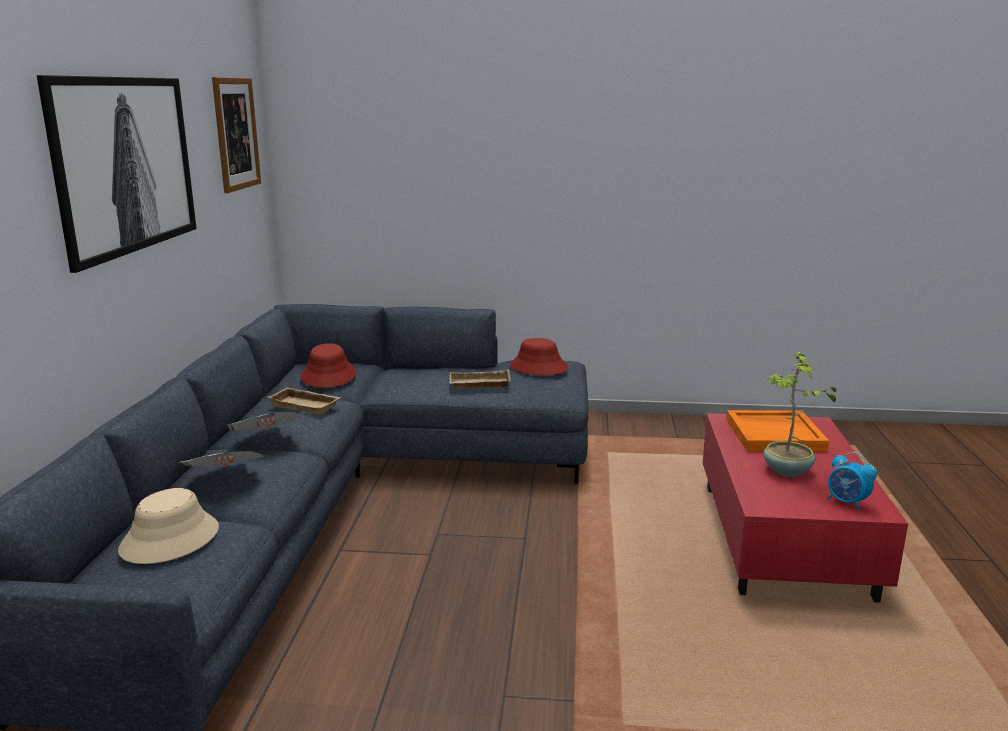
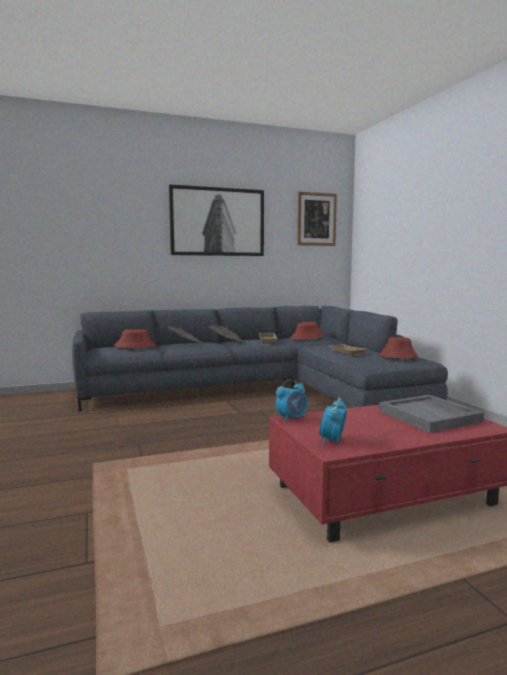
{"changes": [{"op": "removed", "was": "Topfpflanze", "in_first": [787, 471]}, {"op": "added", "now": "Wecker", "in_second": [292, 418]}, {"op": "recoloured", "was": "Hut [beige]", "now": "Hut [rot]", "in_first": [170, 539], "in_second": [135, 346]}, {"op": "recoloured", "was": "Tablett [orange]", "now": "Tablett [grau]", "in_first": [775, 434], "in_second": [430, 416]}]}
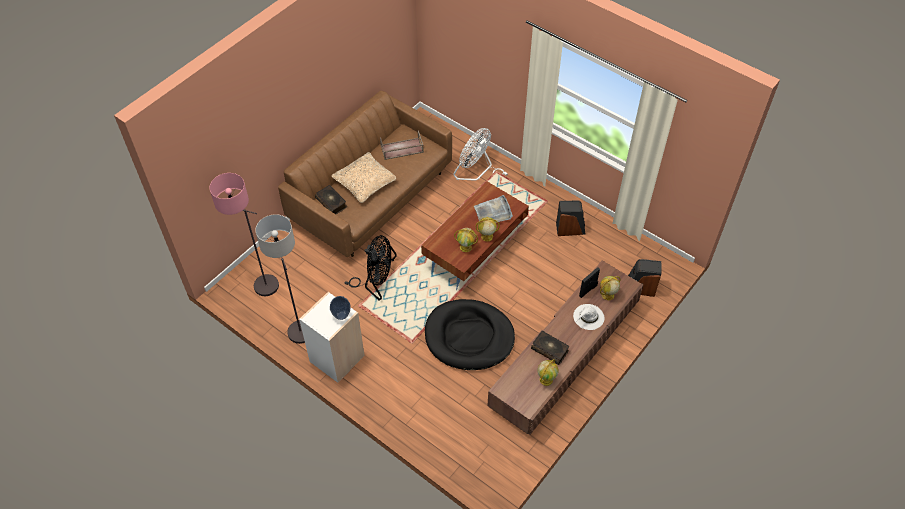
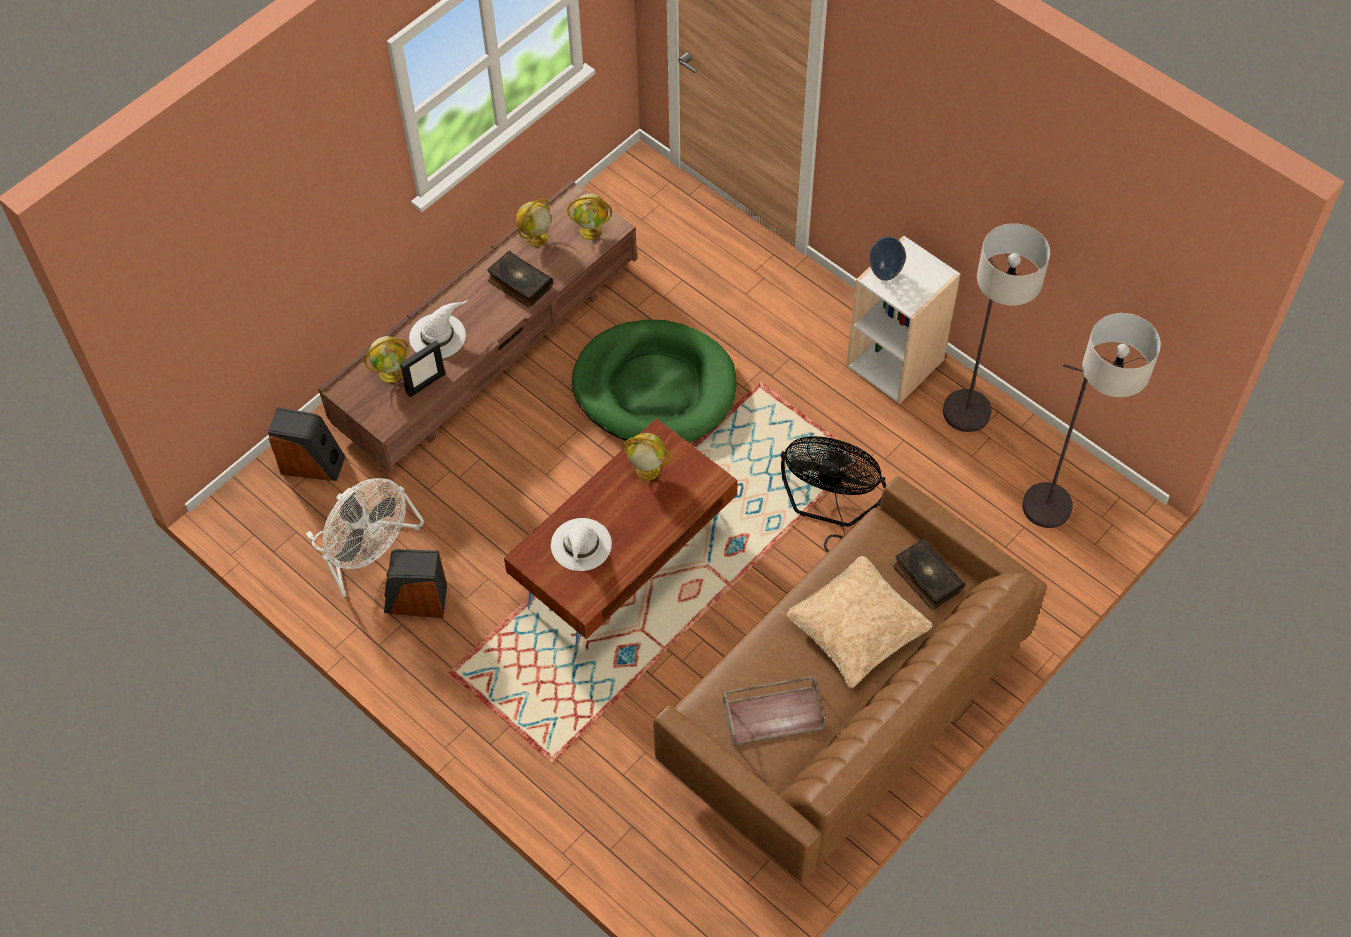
{"changes": [{"op": "moved", "was": "Ventilator [weiß]", "in_first": [479, 169], "in_second": [363, 552]}, {"op": "moved", "was": "Globus", "in_first": [486, 236], "in_second": [591, 231]}, {"op": "replaced", "was": "Tablett [grau]", "now": "Hut [weiß]", "in_first": [493, 212], "in_second": [581, 545]}, {"op": "recoloured", "was": "Stehlampe [rosa]", "now": "Stehlampe [grau]", "in_first": [259, 284], "in_second": [1061, 511]}, {"op": "recoloured", "was": "Hundebett [schwarz]", "now": "Hundebett [grün]", "in_first": [469, 337], "in_second": [654, 388]}, {"op": "turned", "was": "Ventilator [schwarz]", "in_first": [375, 279], "in_second": [830, 509], "clockwise": 90}]}
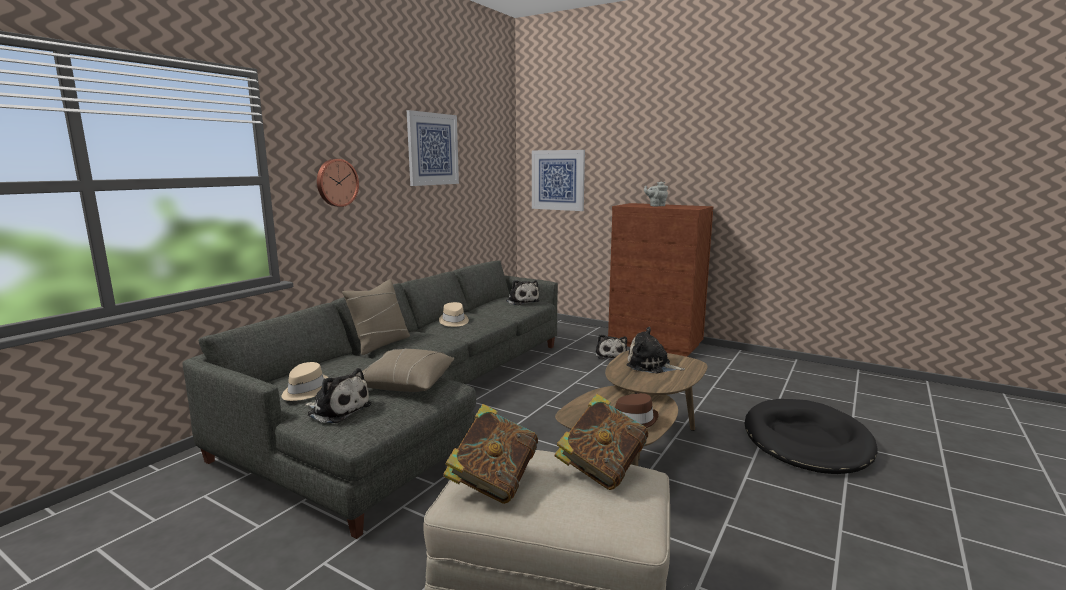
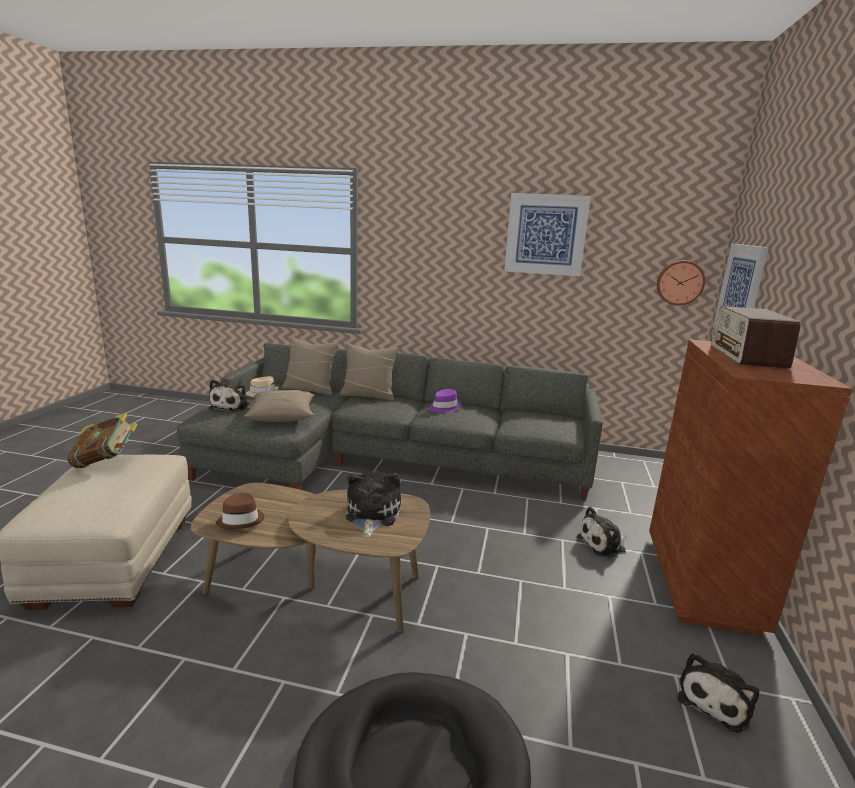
{"changes": [{"op": "removed", "was": "Buch", "in_first": [601, 470]}, {"op": "added", "now": "Kissen [beige]", "in_second": [310, 389]}, {"op": "moved", "was": "Wanduhr", "in_first": [336, 182], "in_second": [679, 282]}, {"op": "moved", "was": "Plüschtier", "in_first": [522, 301], "in_second": [715, 700]}, {"op": "replaced", "was": "Teekanne [grau]", "now": "Radio", "in_first": [656, 206], "in_second": [747, 356]}, {"op": "recoloured", "was": "Hut [beige]", "now": "Hut [lila]", "in_first": [453, 321], "in_second": [444, 407]}]}
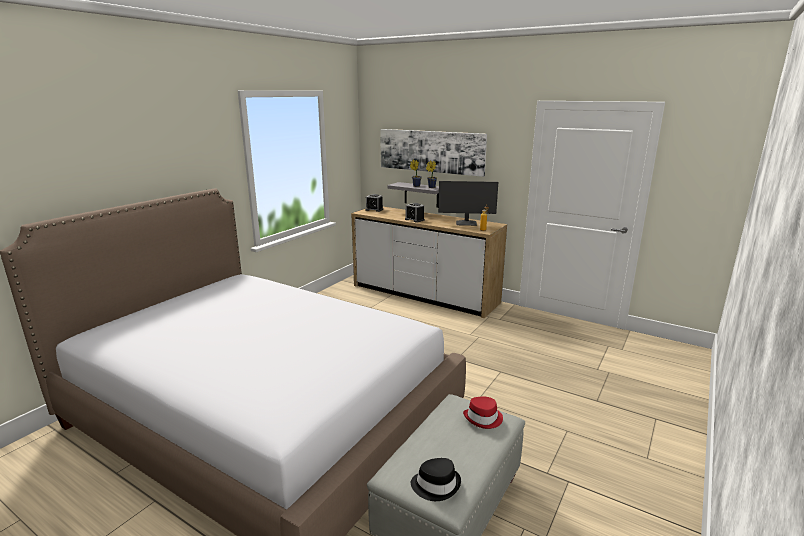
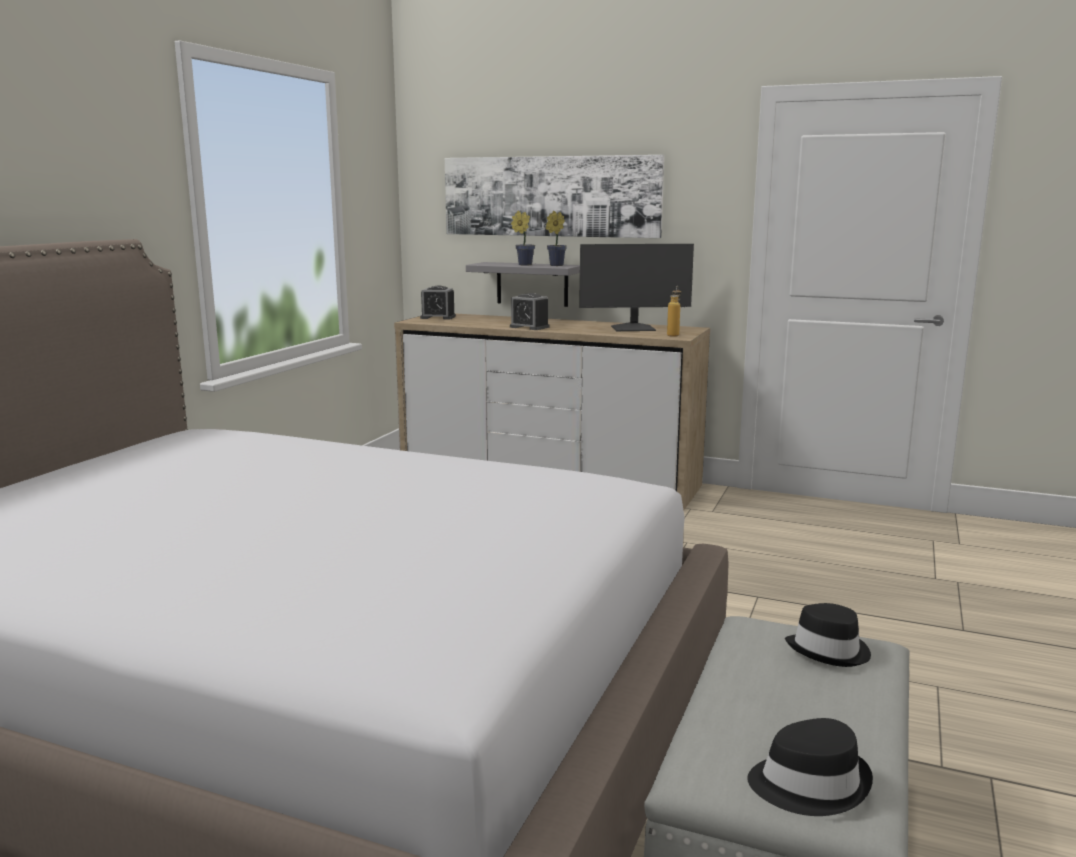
{"changes": [{"op": "recoloured", "was": "Hut [rot]", "now": "Hut [schwarz]", "in_first": [483, 418], "in_second": [829, 650]}]}
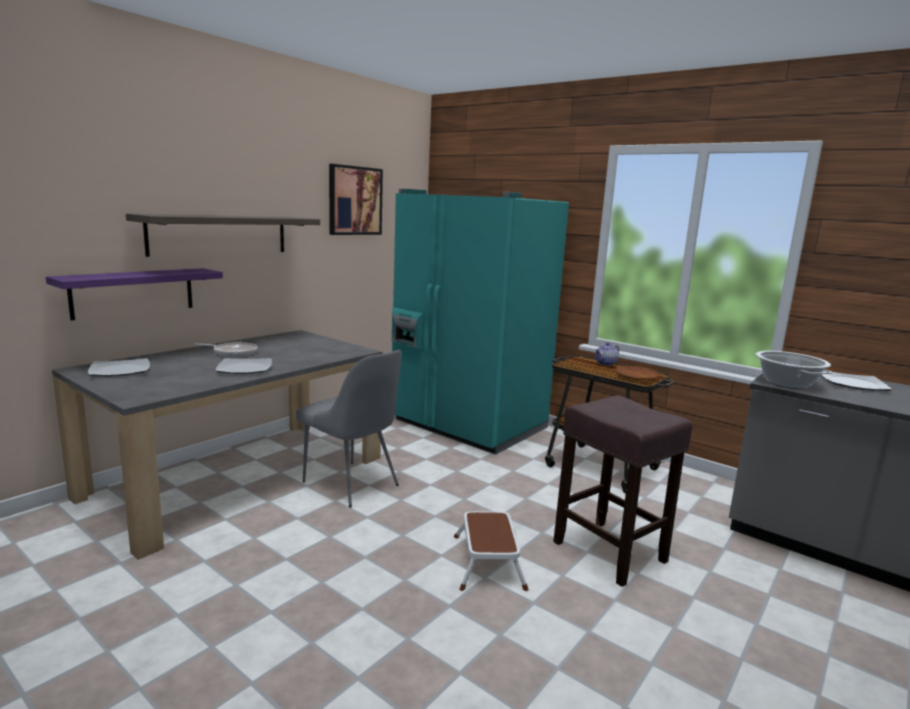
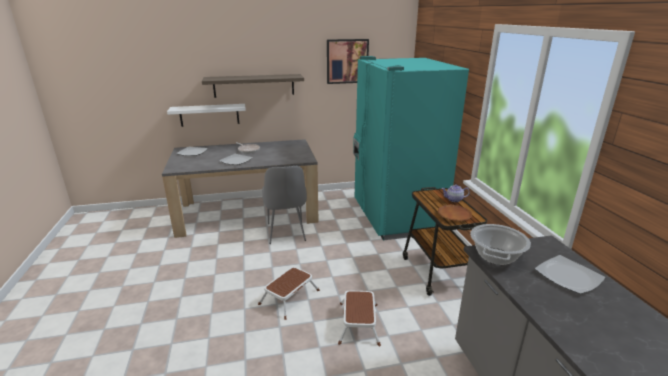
{"changes": [{"op": "replaced", "was": "Hocker [braun]", "now": "Trittleiter [braun]", "in_first": [611, 552], "in_second": [358, 323]}, {"op": "recoloured", "was": "Wandregal [lila]", "now": "Wandregal [weiß]", "in_first": [133, 292], "in_second": [209, 115]}]}
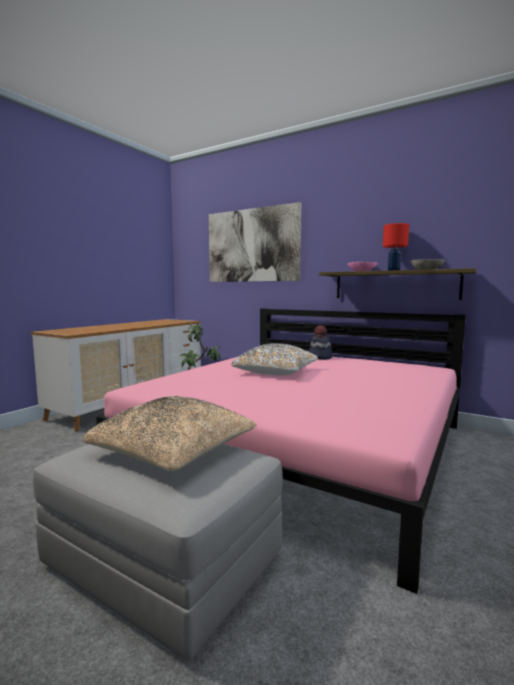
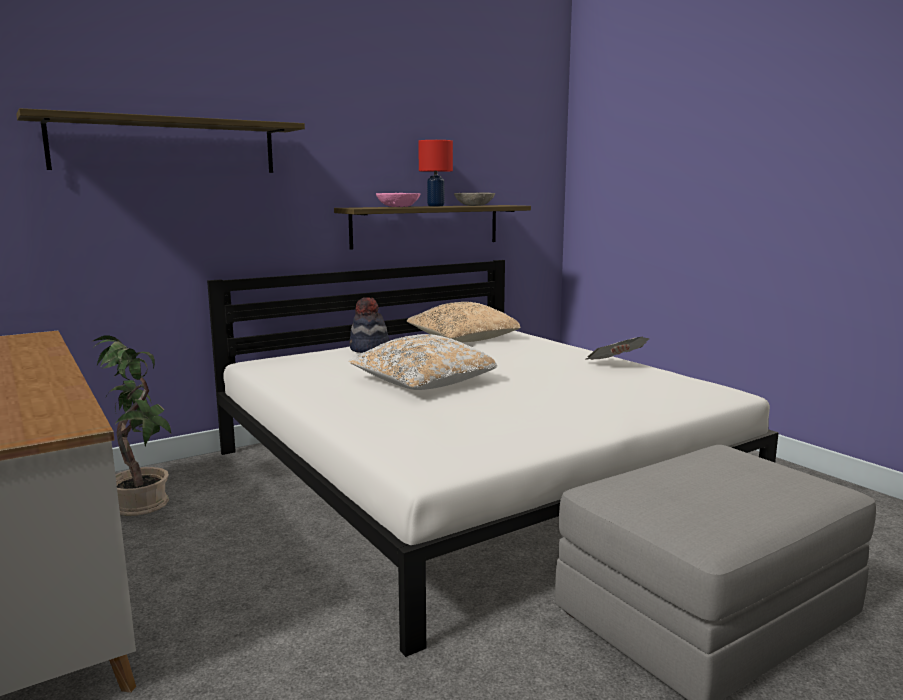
{"changes": [{"op": "added", "now": "Zeitung", "in_second": [615, 365]}, {"op": "moved", "was": "Kissen [beige]", "in_first": [173, 449], "in_second": [464, 337]}, {"op": "replaced", "was": "Bild", "now": "Wandregal", "in_first": [252, 245], "in_second": [166, 146]}, {"op": "recoloured", "was": "Bett [rosa]", "now": "Bett [weiß]", "in_first": [302, 445], "in_second": [471, 476]}]}
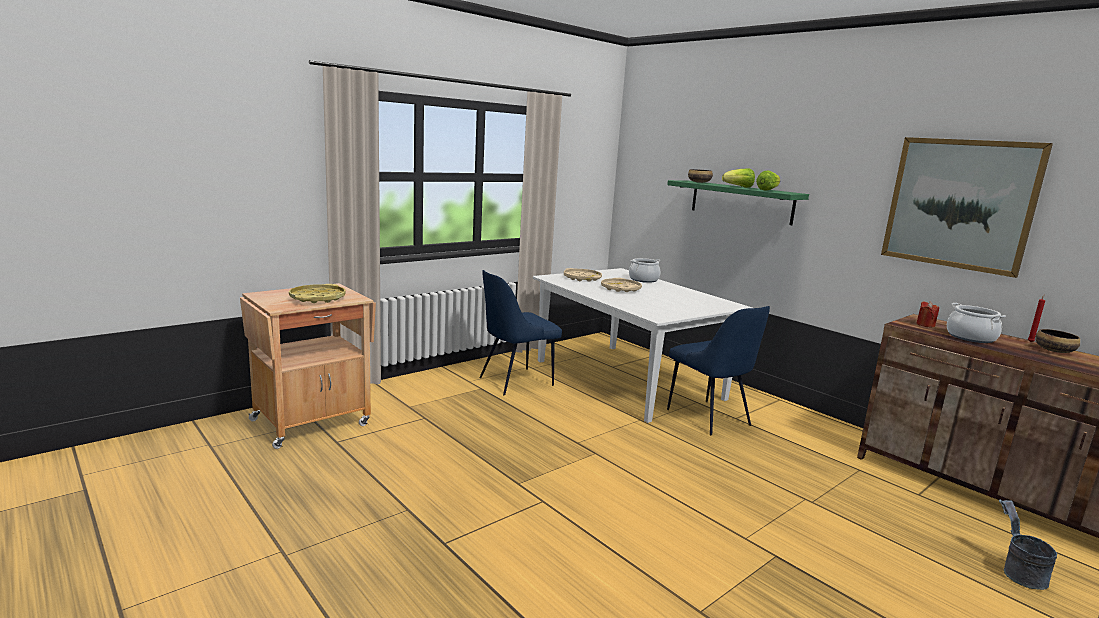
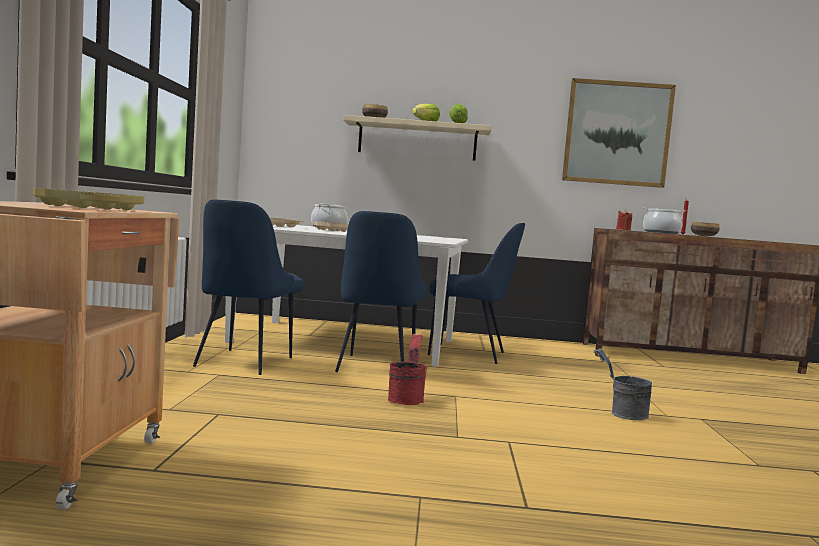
{"changes": [{"op": "added", "now": "Stuhl [blau]", "in_second": [376, 366]}, {"op": "added", "now": "Eimer [rot]", "in_second": [406, 399]}, {"op": "moved", "was": "Eimer [grau]", "in_first": [1018, 573], "in_second": [622, 414]}, {"op": "recoloured", "was": "Wandregal [grün]", "now": "Wandregal [beige]", "in_first": [741, 202], "in_second": [417, 140]}]}
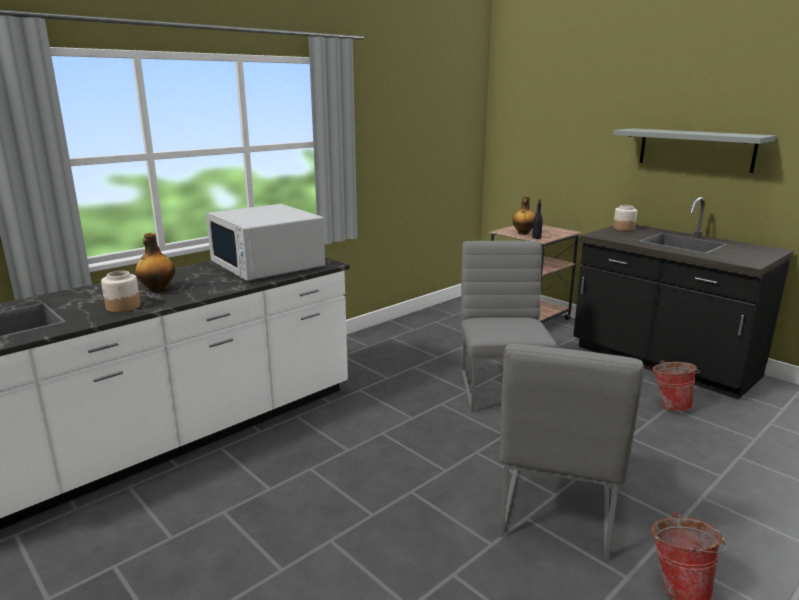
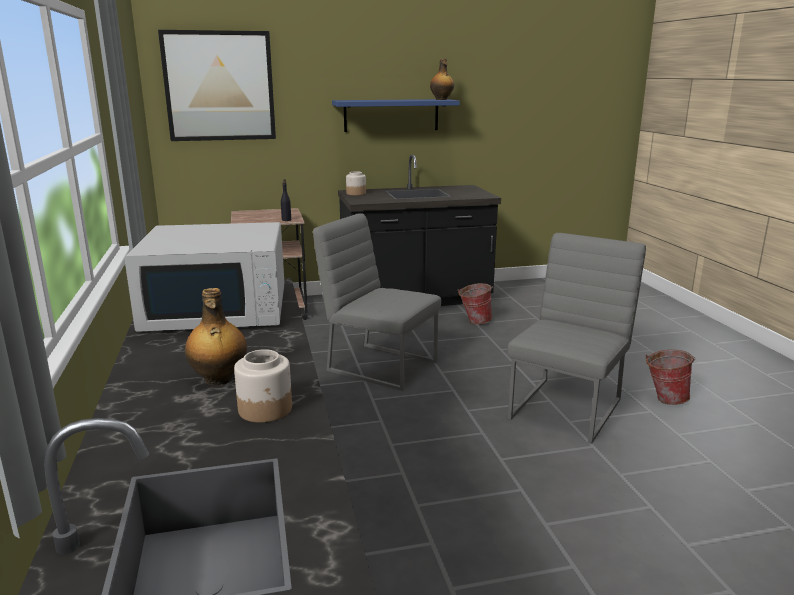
{"changes": [{"op": "added", "now": "Bild", "in_second": [219, 86]}, {"op": "moved", "was": "Flasche", "in_first": [523, 233], "in_second": [441, 99]}, {"op": "recoloured", "was": "Wandregal [grau]", "now": "Wandregal [blau]", "in_first": [695, 149], "in_second": [391, 115]}, {"op": "turned", "was": "Stuhl [grau]", "in_first": [555, 510], "in_second": [567, 407], "clockwise": -105}]}
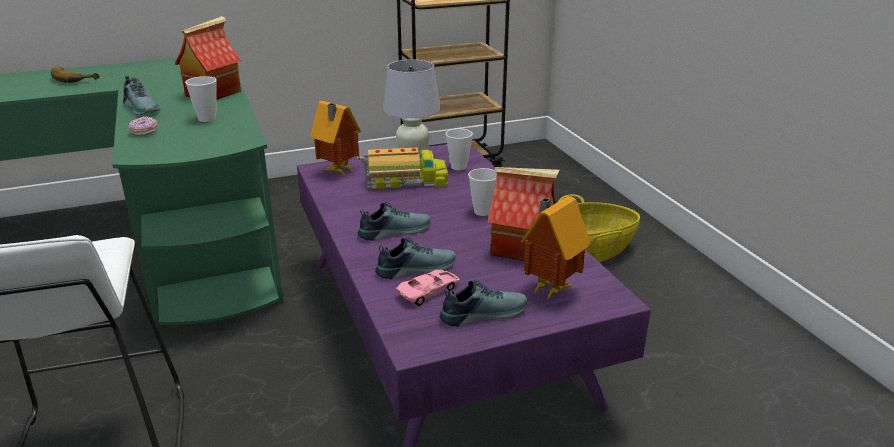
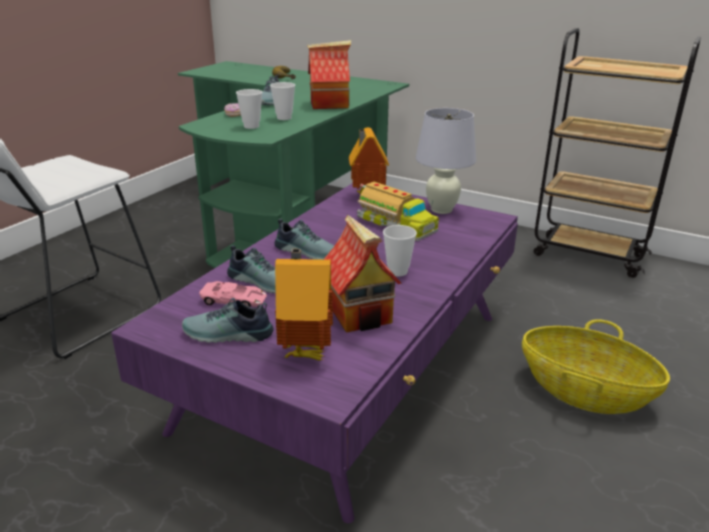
{"changes": [{"op": "moved", "was": "Tasse", "in_first": [458, 167], "in_second": [251, 126]}, {"op": "turned", "was": "Schuh", "in_first": [482, 313], "in_second": [227, 335], "clockwise": 150}]}
